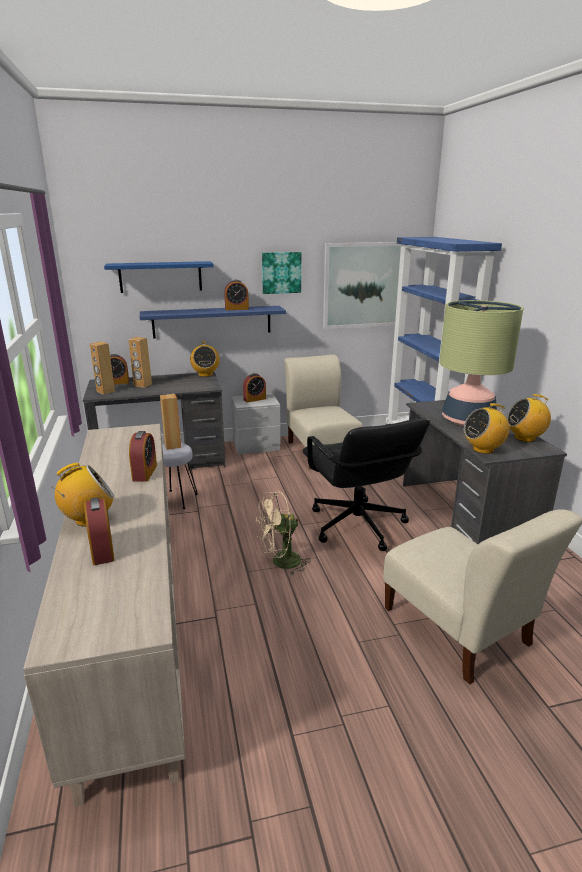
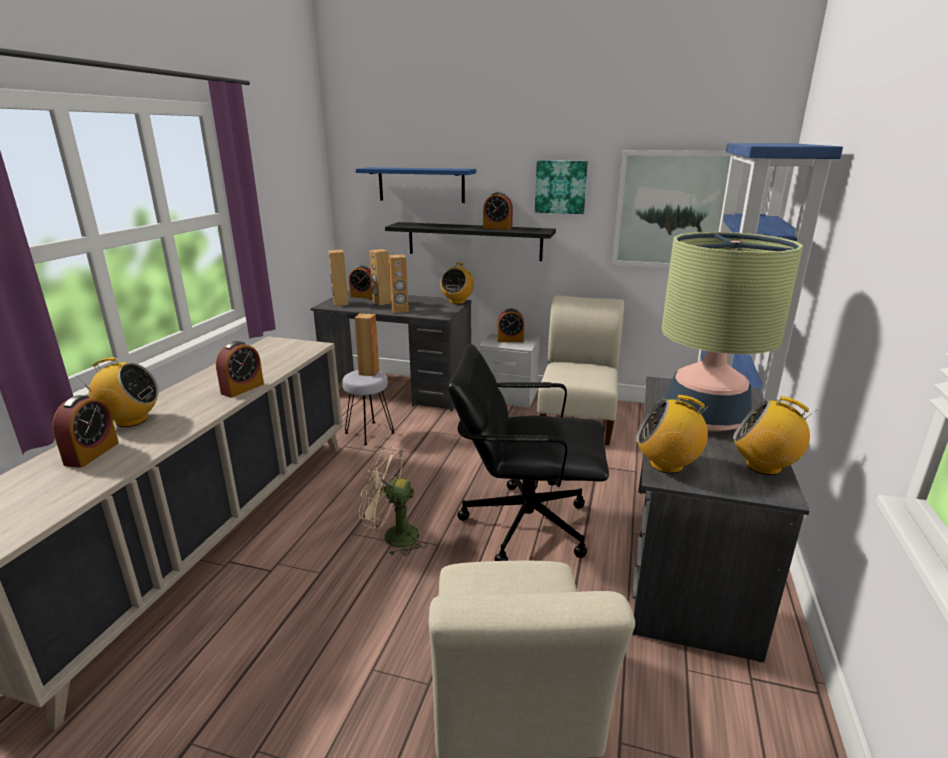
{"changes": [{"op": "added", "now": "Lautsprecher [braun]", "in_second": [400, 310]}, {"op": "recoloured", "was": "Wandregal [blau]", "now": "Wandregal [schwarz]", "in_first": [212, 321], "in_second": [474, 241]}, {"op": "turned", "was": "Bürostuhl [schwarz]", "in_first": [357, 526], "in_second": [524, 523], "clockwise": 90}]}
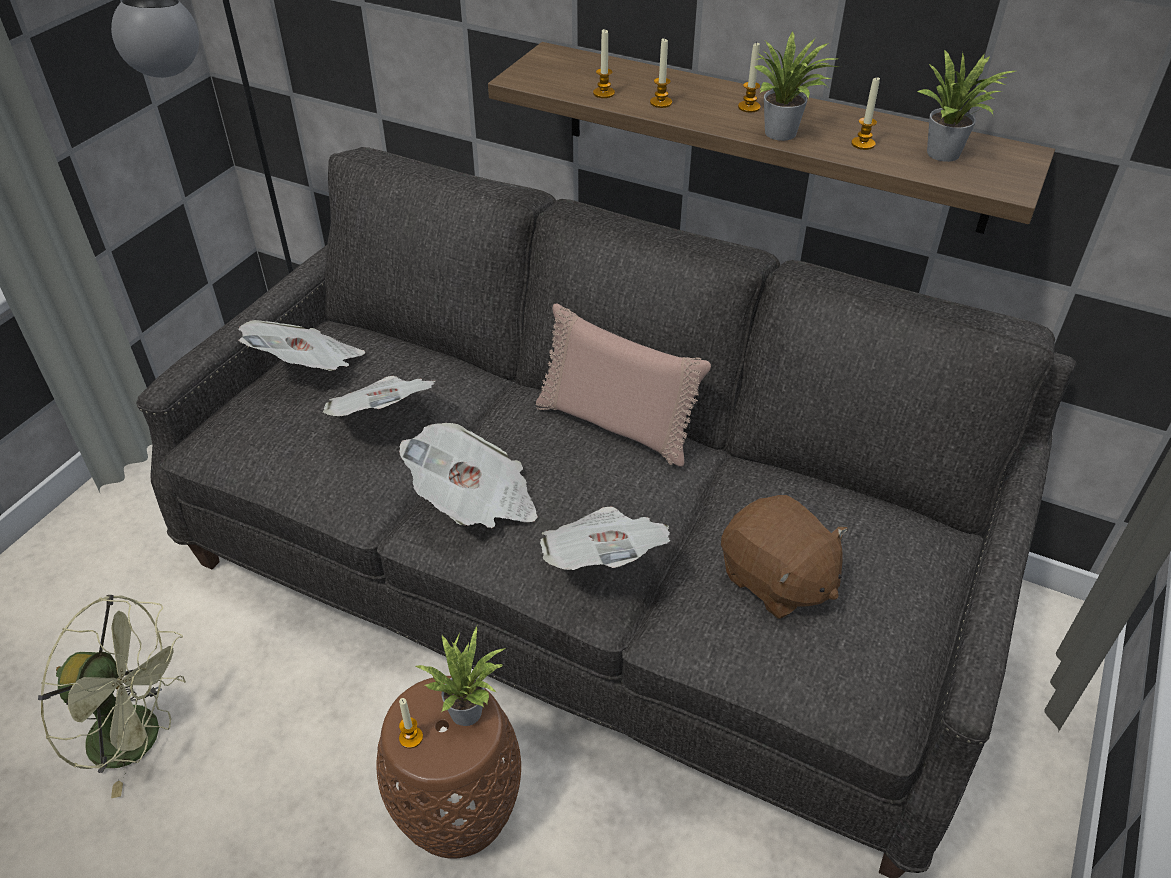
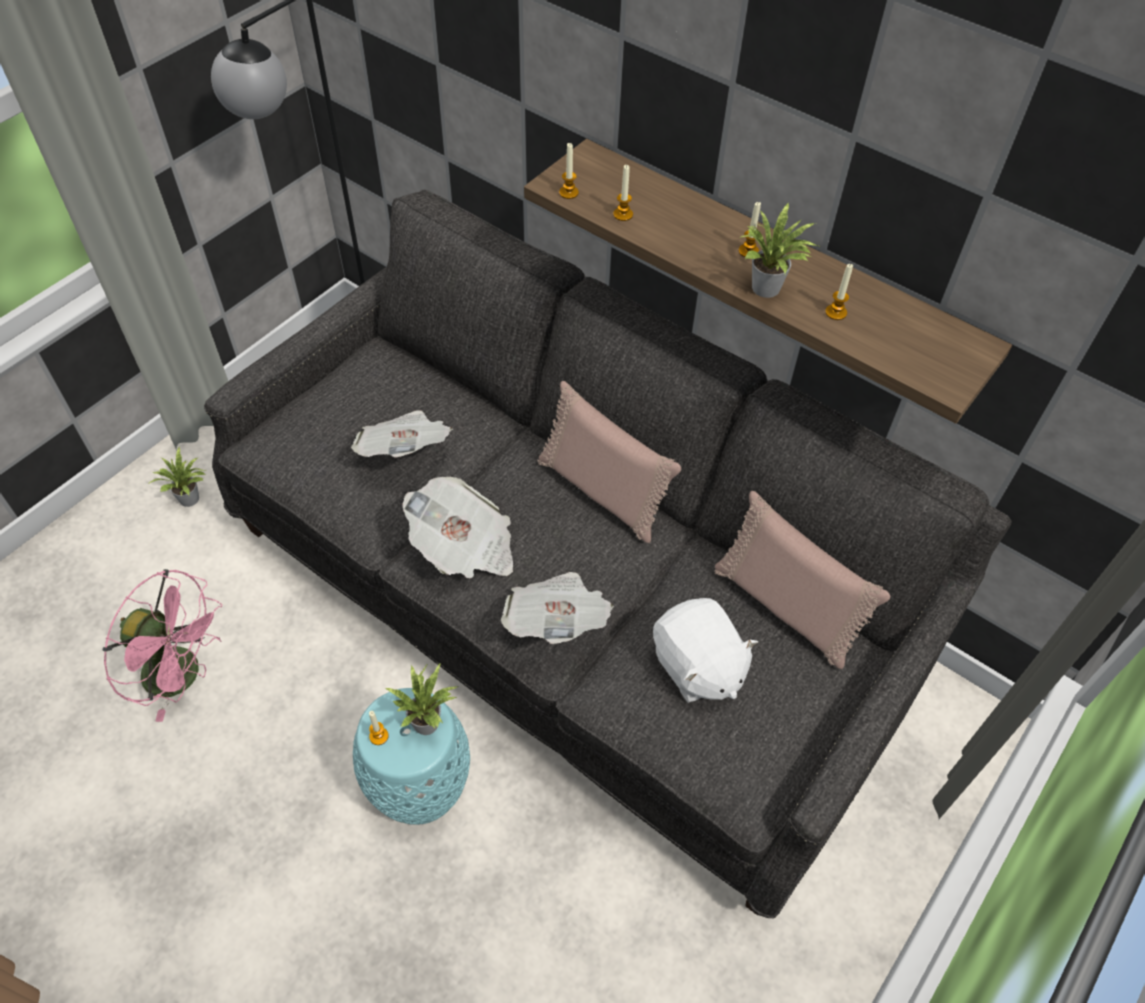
{"changes": [{"op": "removed", "was": "Zeitung", "in_first": [309, 368]}, {"op": "added", "now": "Kissen [beige]", "in_second": [786, 607]}, {"op": "moved", "was": "Kerze", "in_first": [661, 103], "in_second": [568, 193]}, {"op": "moved", "was": "Topfpflanze", "in_first": [947, 154], "in_second": [191, 500]}, {"op": "recoloured", "was": "Ventilator [grün]", "now": "Ventilator [rosa]", "in_first": [141, 737], "in_second": [184, 675]}, {"op": "recoloured", "was": "Hocker [braun]", "now": "Hocker [türkis]", "in_first": [458, 810], "in_second": [419, 785]}, {"op": "recoloured", "was": "Plüschtier [braun]", "now": "Plüschtier [weiß]", "in_first": [776, 580], "in_second": [697, 666]}]}
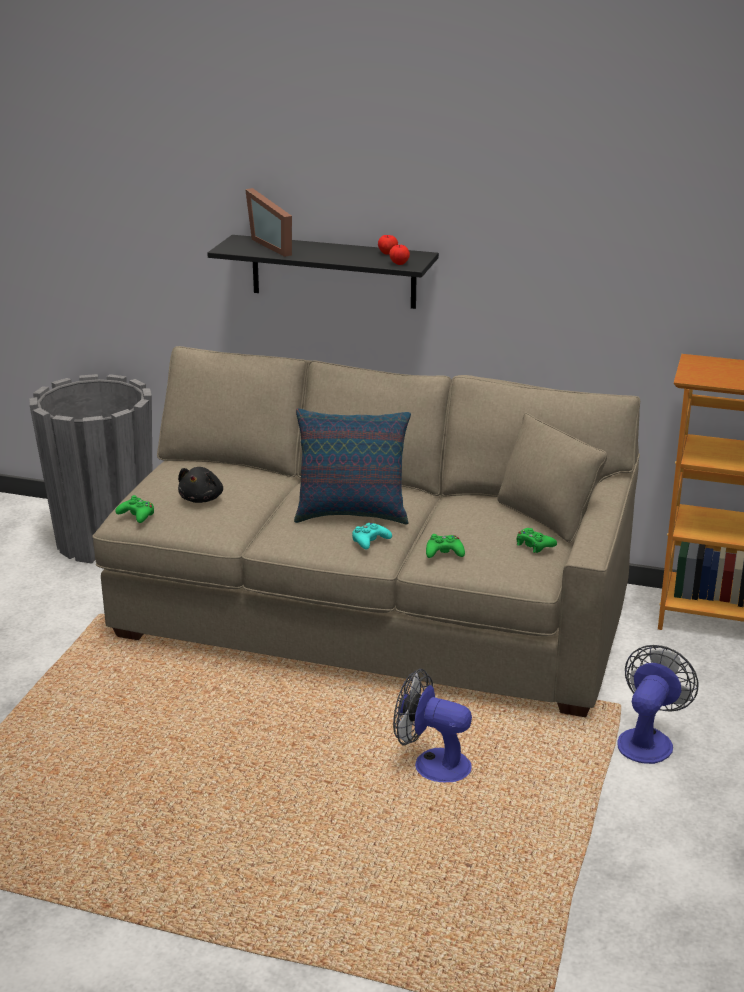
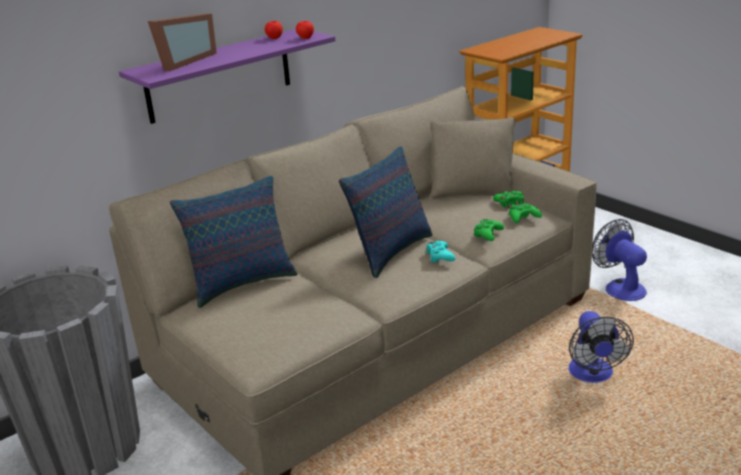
{"changes": [{"op": "removed", "was": "Plüschtier [schwarz]", "in_first": [202, 498]}, {"op": "added", "now": "Kissen [blau]", "in_second": [243, 284]}, {"op": "moved", "was": "Gamepad [grün]", "in_first": [137, 515], "in_second": [523, 217]}, {"op": "recoloured", "was": "Wandregal [schwarz]", "now": "Wandregal [lila]", "in_first": [333, 271], "in_second": [219, 75]}, {"op": "turned", "was": "Bilderrahmen", "in_first": [276, 245], "in_second": [182, 62], "clockwise": -60}, {"op": "turned", "was": "Ventilator", "in_first": [432, 764], "in_second": [593, 376], "clockwise": -60}]}
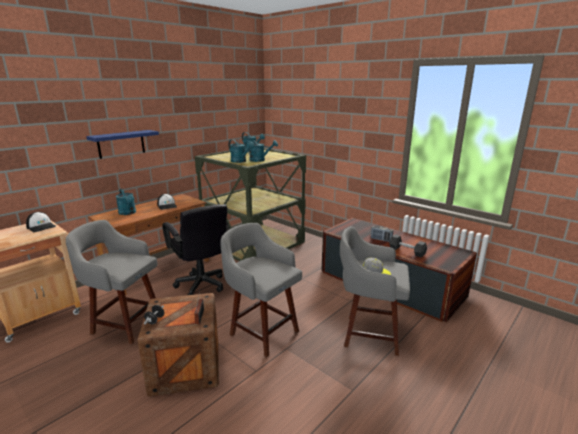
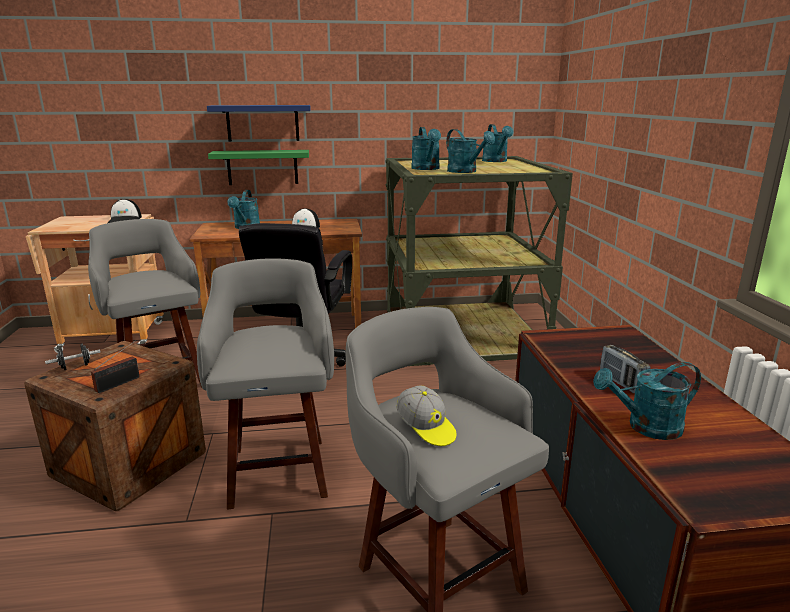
{"changes": [{"op": "added", "now": "Wandregal [grün]", "in_second": [262, 167]}, {"op": "replaced", "was": "Hantel [grau]", "now": "Gießkanne [türkis]", "in_first": [407, 251], "in_second": [646, 427]}]}
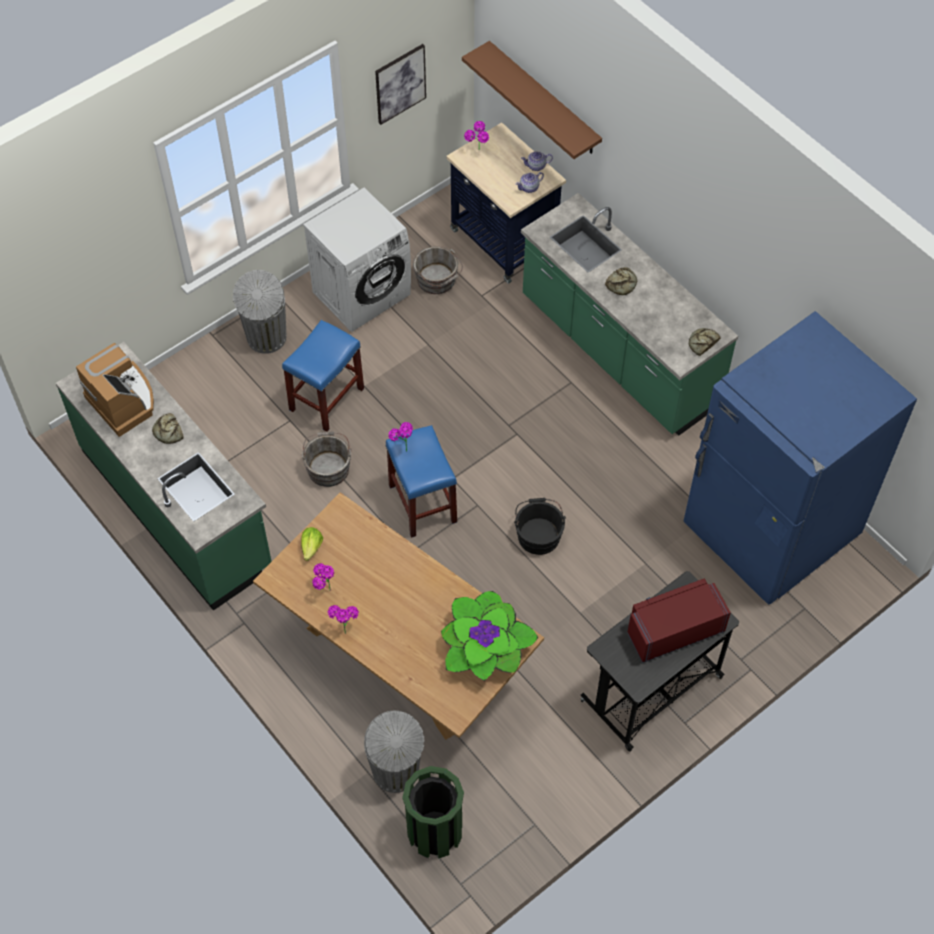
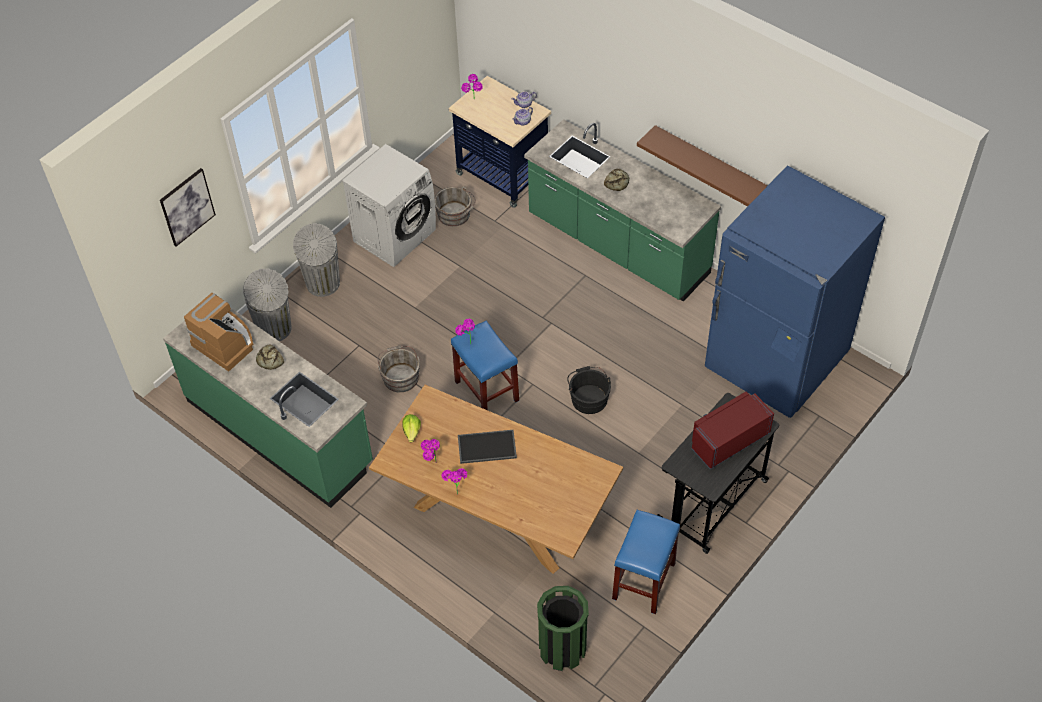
{"changes": [{"op": "removed", "was": "Topfpflanze", "in_first": [485, 647]}, {"op": "removed", "was": "Brot", "in_first": [702, 343]}, {"op": "added", "now": "Tablett", "in_second": [486, 447]}, {"op": "moved", "was": "Hocker [blau]", "in_first": [326, 400], "in_second": [644, 582]}, {"op": "moved", "was": "Mülleimer [grau]", "in_first": [396, 772], "in_second": [275, 329]}, {"op": "moved", "was": "Bild", "in_first": [400, 83], "in_second": [187, 206]}, {"op": "moved", "was": "Wandregal [braun]", "in_first": [544, 99], "in_second": [715, 167]}]}
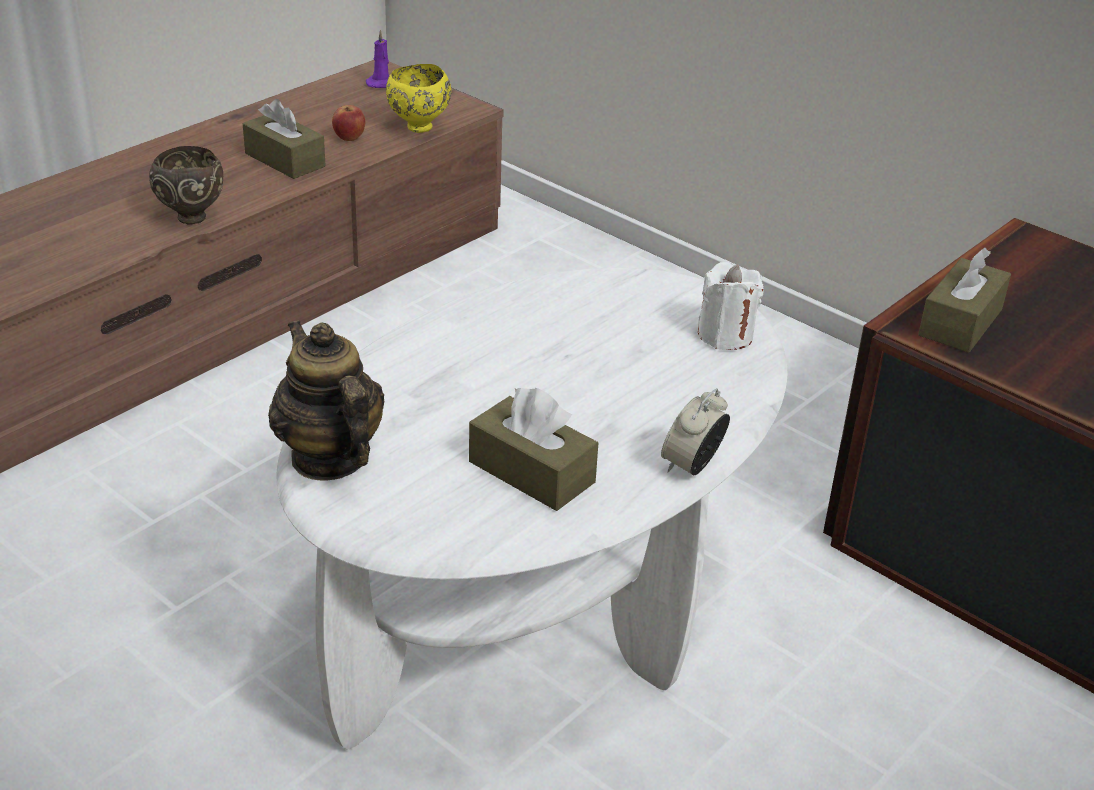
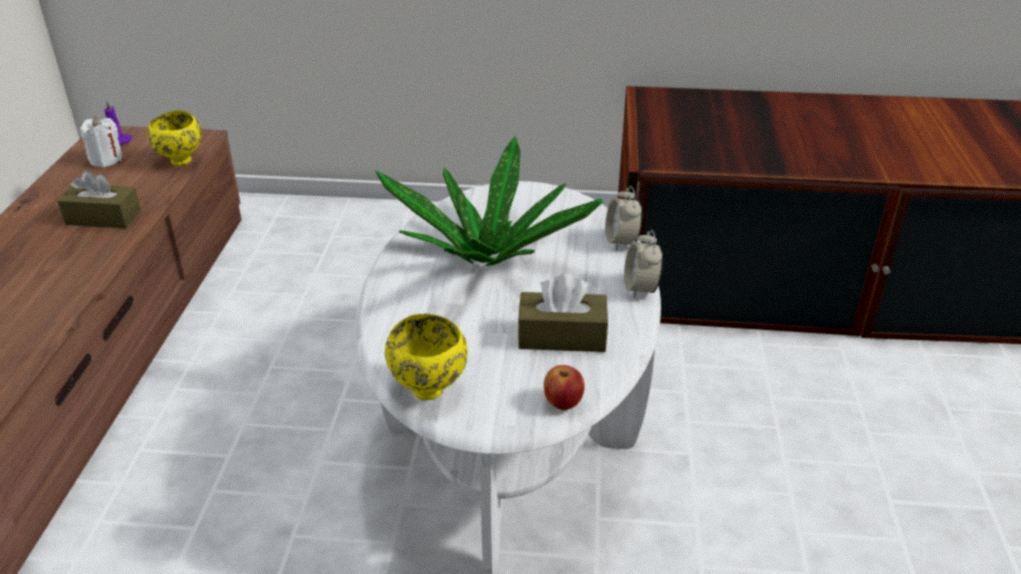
{"changes": [{"op": "removed", "was": "Schüssel [braun]", "in_first": [191, 217]}, {"op": "removed", "was": "Taschentuchbox [braun]", "in_first": [960, 322]}, {"op": "added", "now": "Topfpflanze", "in_second": [487, 256]}, {"op": "added", "now": "Wecker", "in_second": [621, 242]}, {"op": "moved", "was": "Apfel", "in_first": [349, 138], "in_second": [563, 403]}, {"op": "moved", "was": "Kerze [weiß]", "in_first": [725, 335], "in_second": [106, 160]}, {"op": "replaced", "was": "Teekanne", "now": "Schüssel [gelb]", "in_first": [329, 457], "in_second": [430, 391]}]}
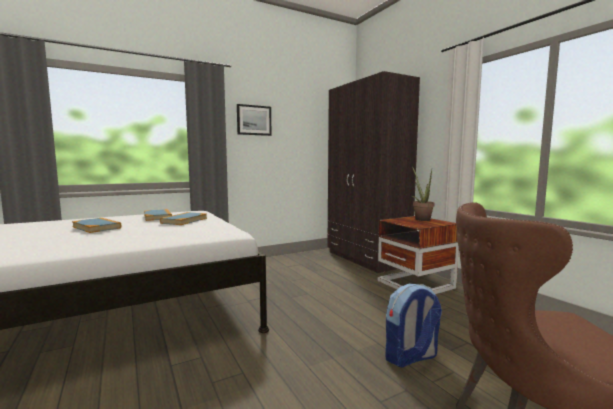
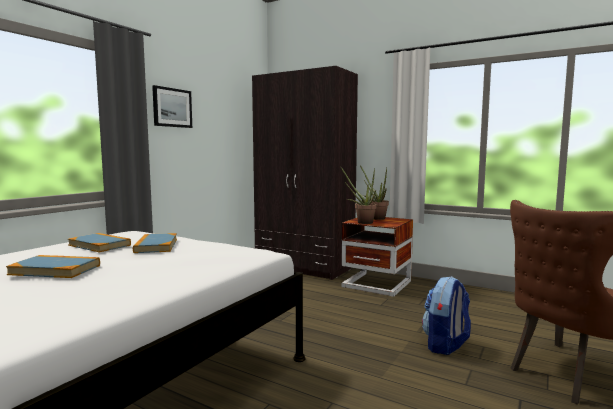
{"changes": [{"op": "added", "now": "Topfpflanze", "in_second": [361, 222]}]}
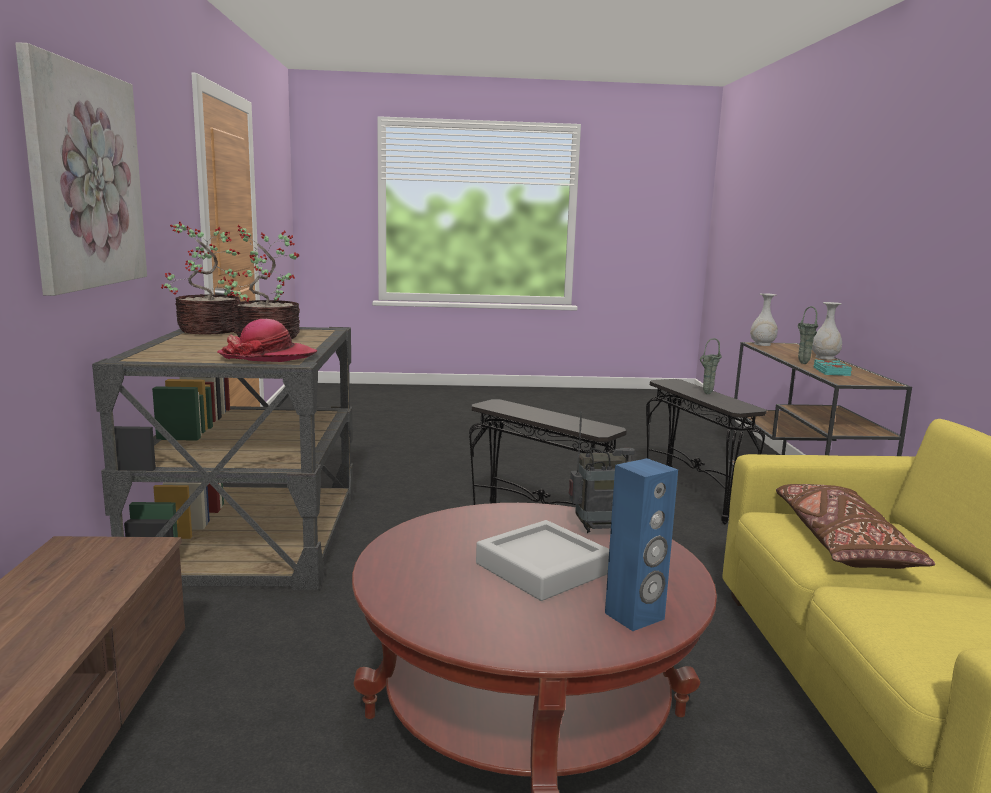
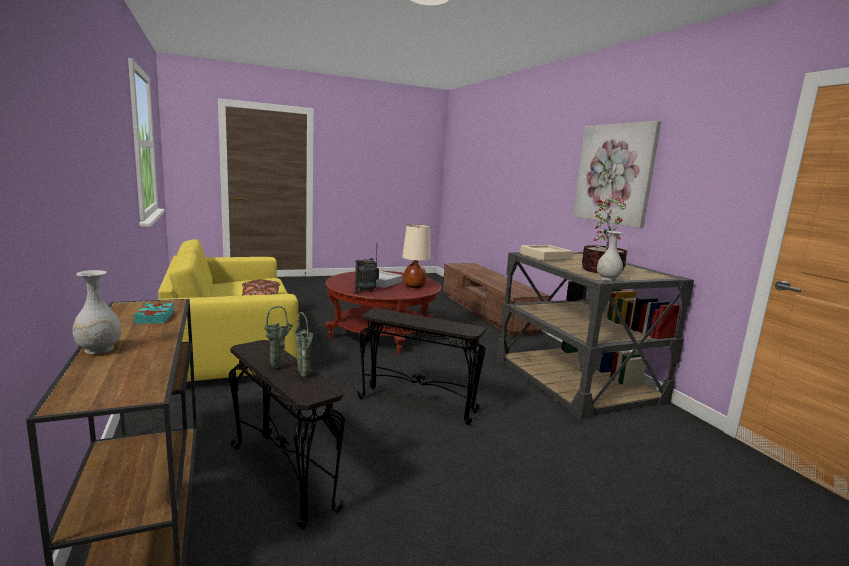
{"changes": [{"op": "removed", "was": "Topfpflanze", "in_first": [207, 330]}, {"op": "removed", "was": "Lautsprecher [blau]", "in_first": [635, 616]}, {"op": "added", "now": "Tischlampe [beige]", "in_second": [414, 286]}, {"op": "moved", "was": "Vase [weiß]", "in_first": [762, 344], "in_second": [607, 279]}, {"op": "moved", "was": "Vase [grün]", "in_first": [802, 363], "in_second": [304, 377]}, {"op": "replaced", "was": "Hut", "now": "Tablett [beige]", "in_first": [268, 356], "in_second": [545, 257]}]}
